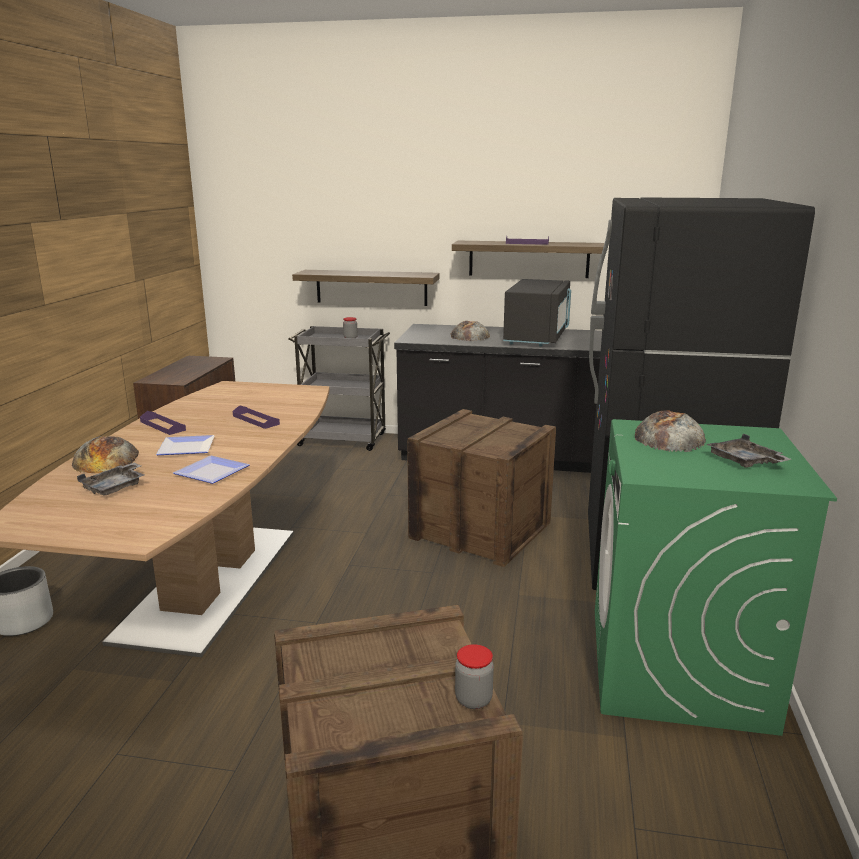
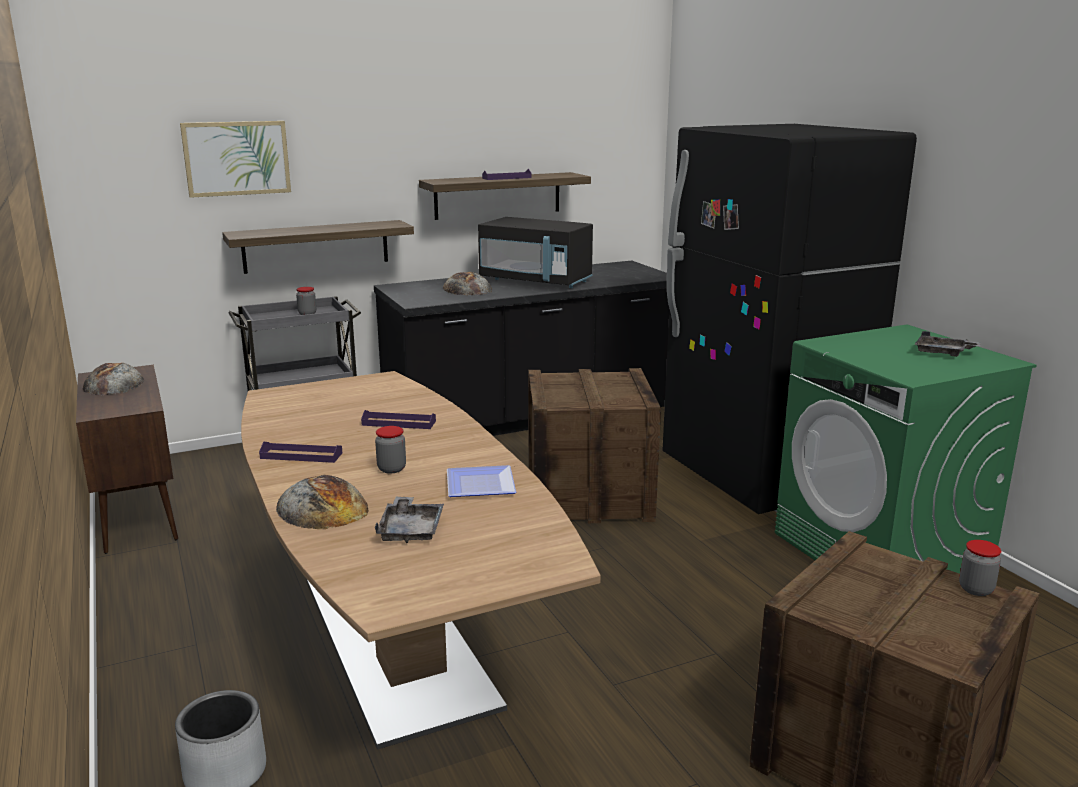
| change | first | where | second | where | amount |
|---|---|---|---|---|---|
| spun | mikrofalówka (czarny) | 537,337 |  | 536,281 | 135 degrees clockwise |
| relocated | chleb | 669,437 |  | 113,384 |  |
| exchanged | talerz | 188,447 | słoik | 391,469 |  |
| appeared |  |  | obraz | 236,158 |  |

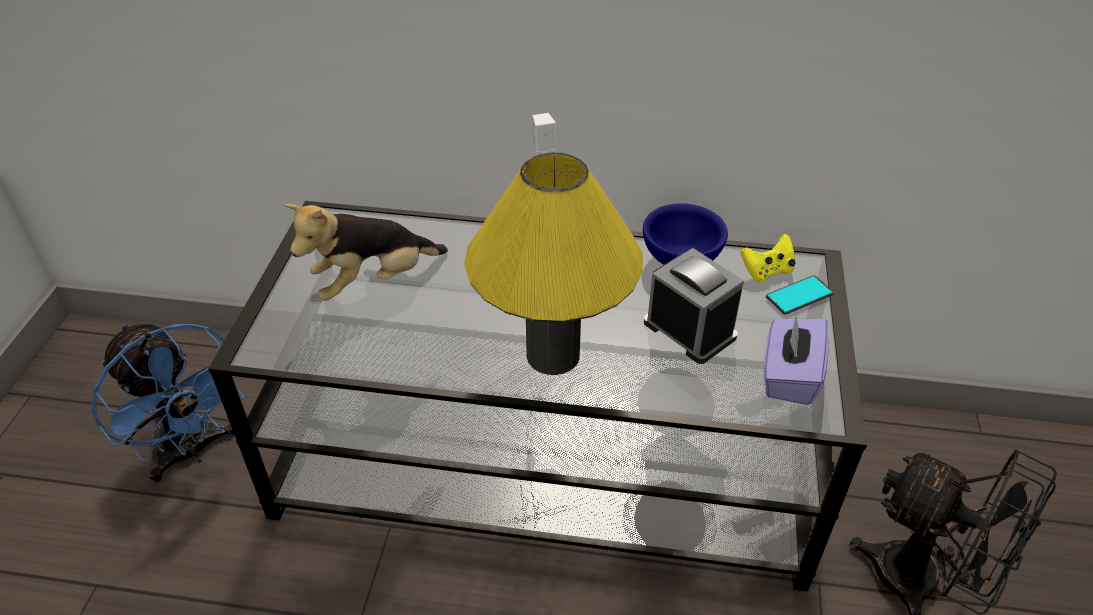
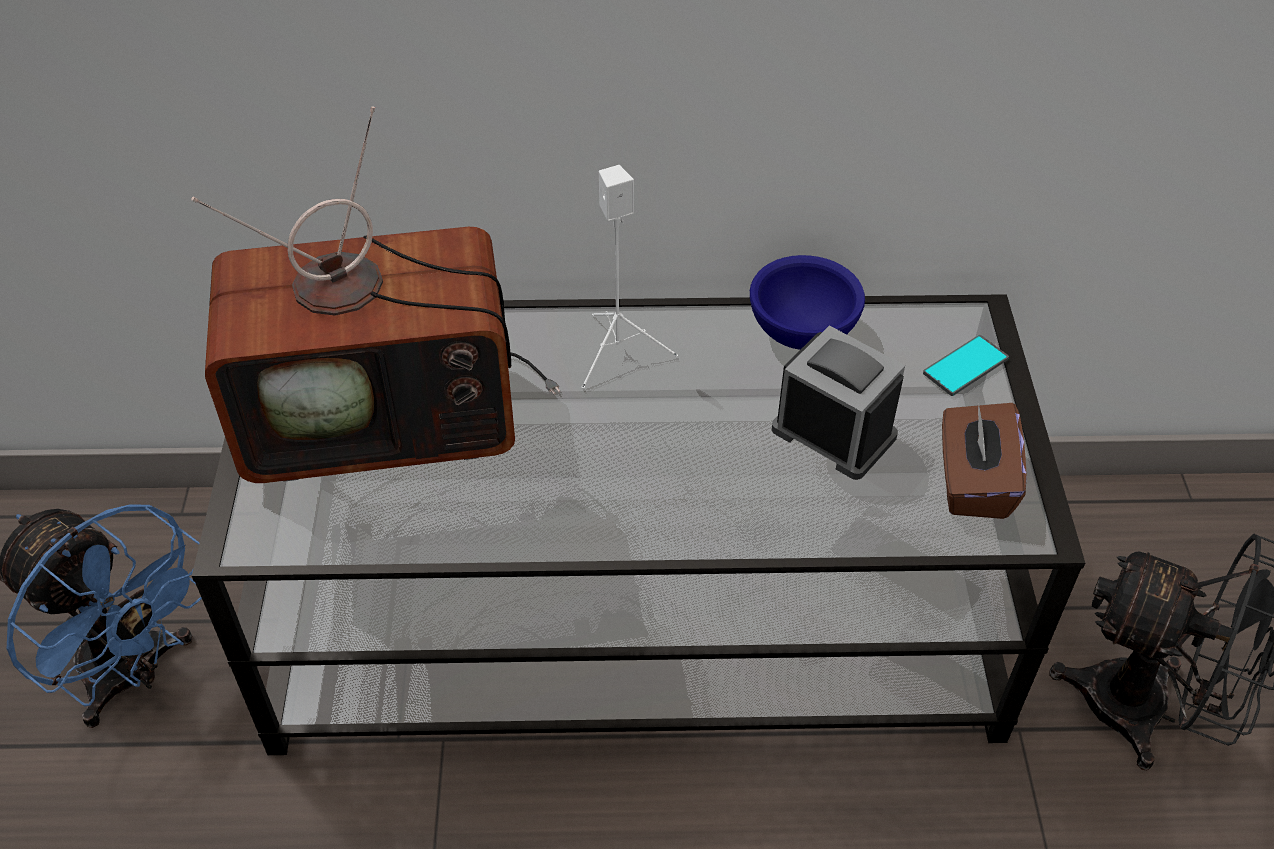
| change | first | where | second | where | amount |
|---|---|---|---|---|---|
| missing | lampa stołowa (żółty) | 553,355 |  |  |  |
| exchanged | pluszak | 373,281 | telewizor | 389,416 |  |
| missing | pad do gier (żółty) | 767,271 |  |  |  |
| colour | pudełko chusteczek (fioletowy) | 789,377 | pudełko chusteczek (brązowy) | 972,482 |  |

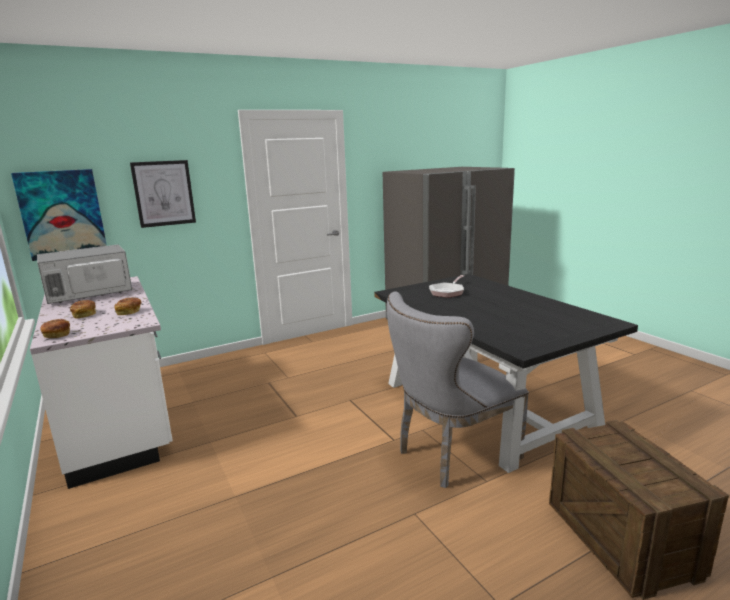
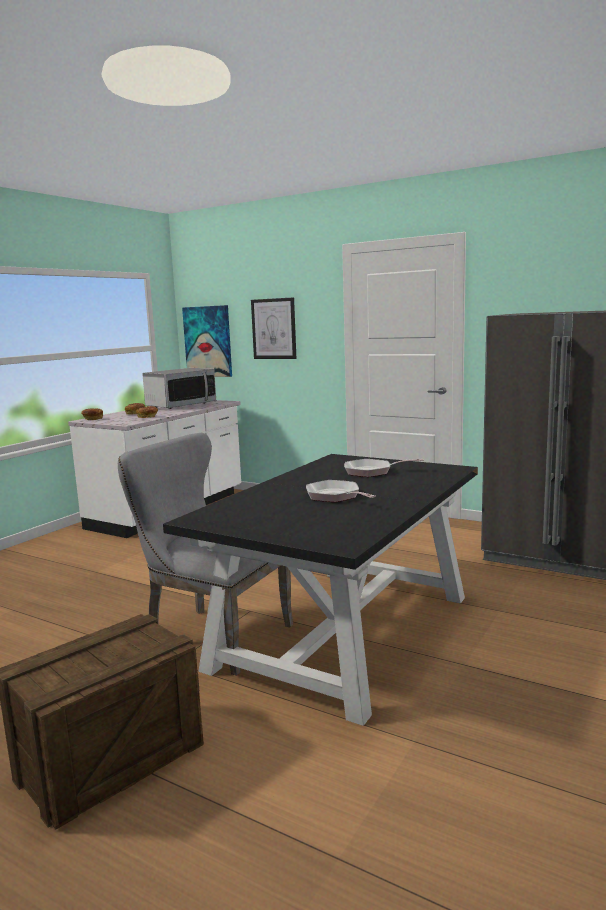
| change | first | where | second | where | amount |
|---|---|---|---|---|---|
| spun | mikrofalówka | 89,294 |  | 181,405 | 105 degrees clockwise |
| appeared |  |  | patelnia | 335,496 |  |

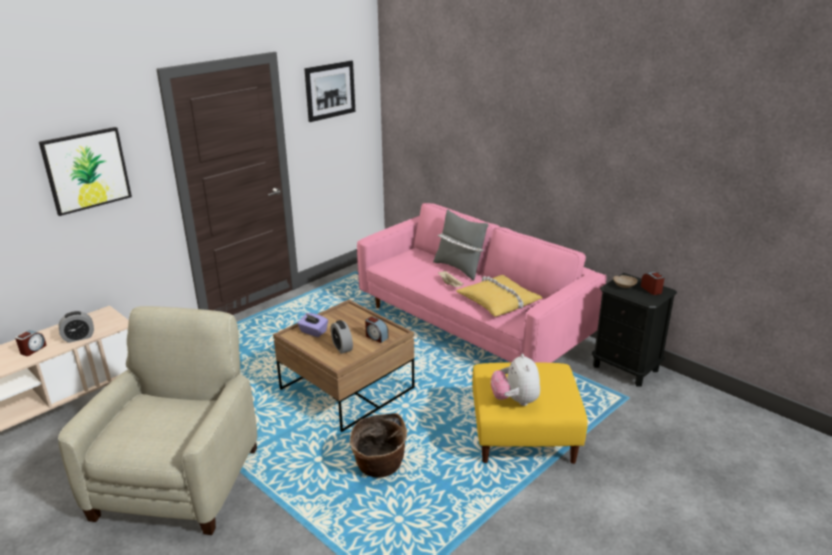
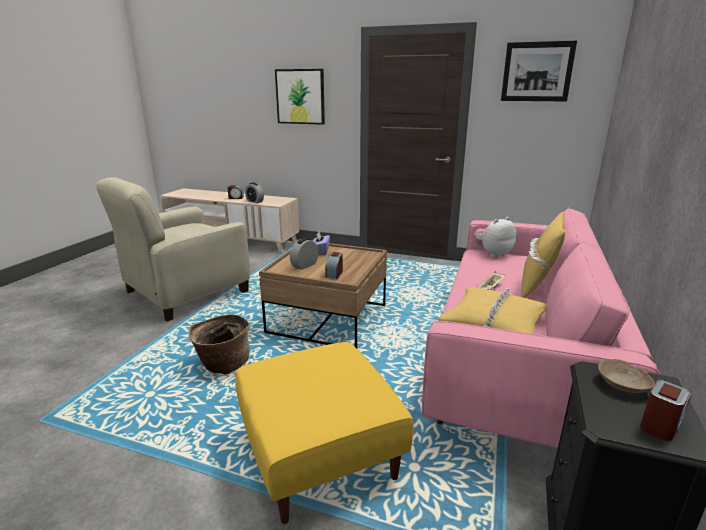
| change | first | where | second | where | amount |
|---|---|---|---|---|---|
| colour | poduszka (szary) | 459,268 | poduszka (żółty) | 537,286 |  |
| spun | fotel (beżowy) | 179,481 |  | 185,292 | 150 degrees clockwise |
| relocated | pluszak | 515,400 |  | 493,254 |  |

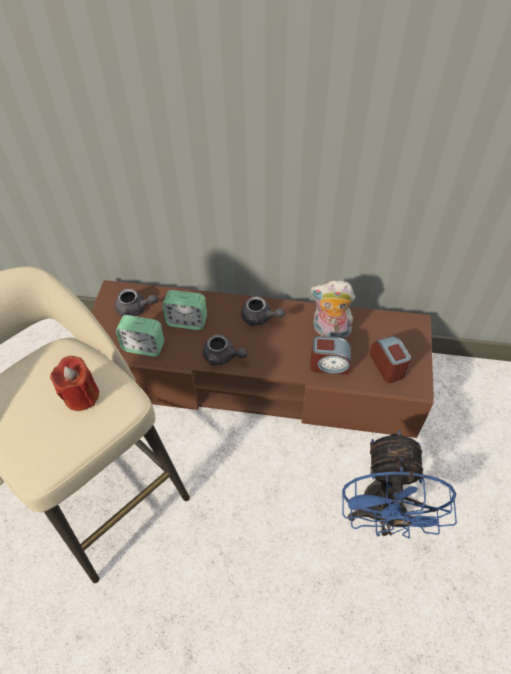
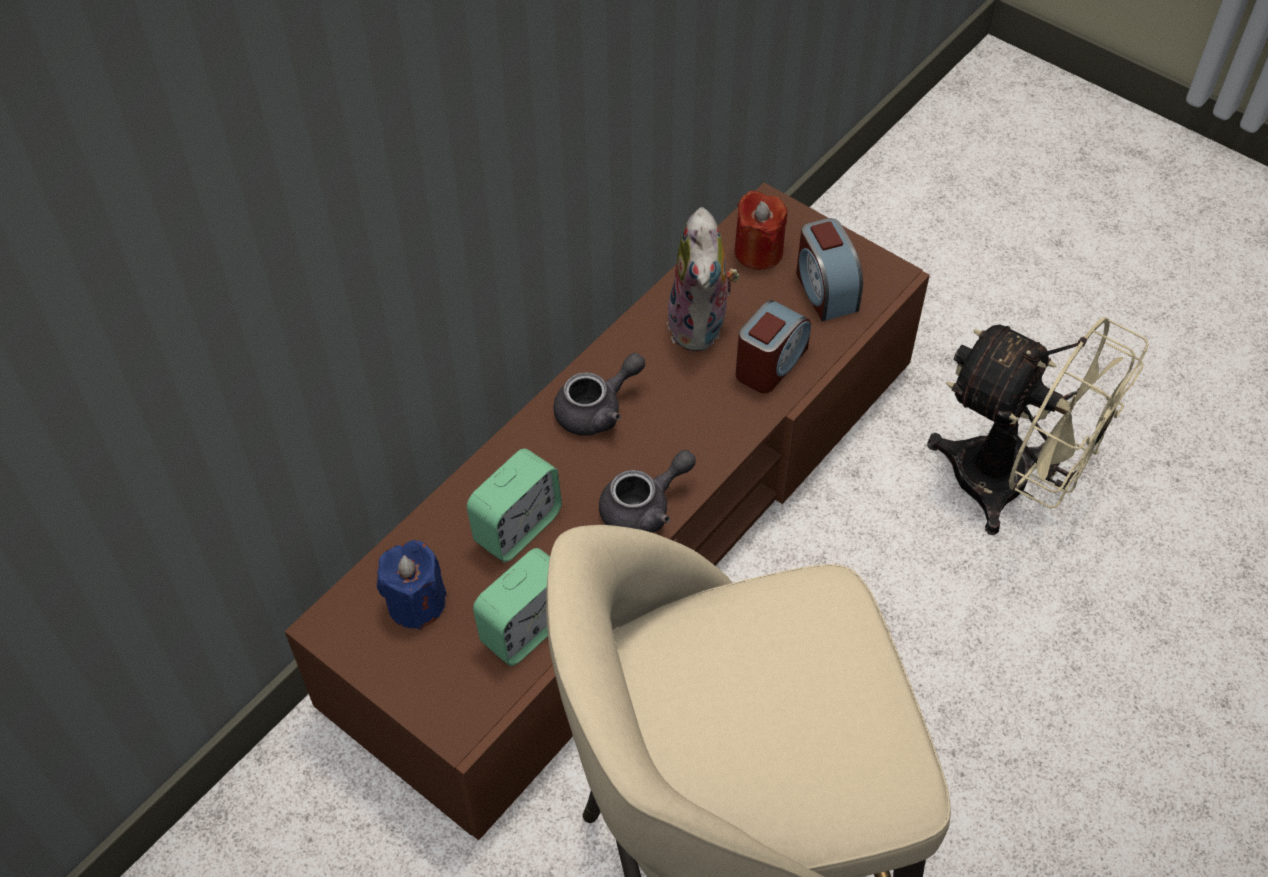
| change | first | where | second | where | amount |
|---|---|---|---|---|---|
| spun | pluszak | 330,331 |  | 701,326 | 45 degrees counterclockwise |
| exchanged | imbryk (szary) | 135,309 | świeca (niebieski) | 416,603 |  |
| spun | budzik | 387,366 |  | 825,290 | 120 degrees counterclockwise |
| relocated | świeca (czerwony) | 81,395 |  | 758,252 |  |
| colour | wentylator (niebieski) | 382,515 | wentylator (beżowy) | 1010,487 |  |

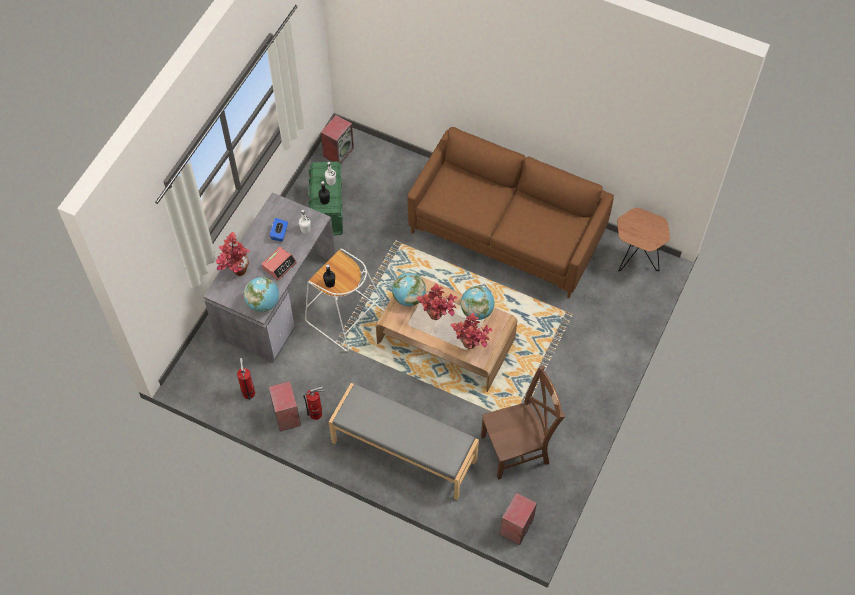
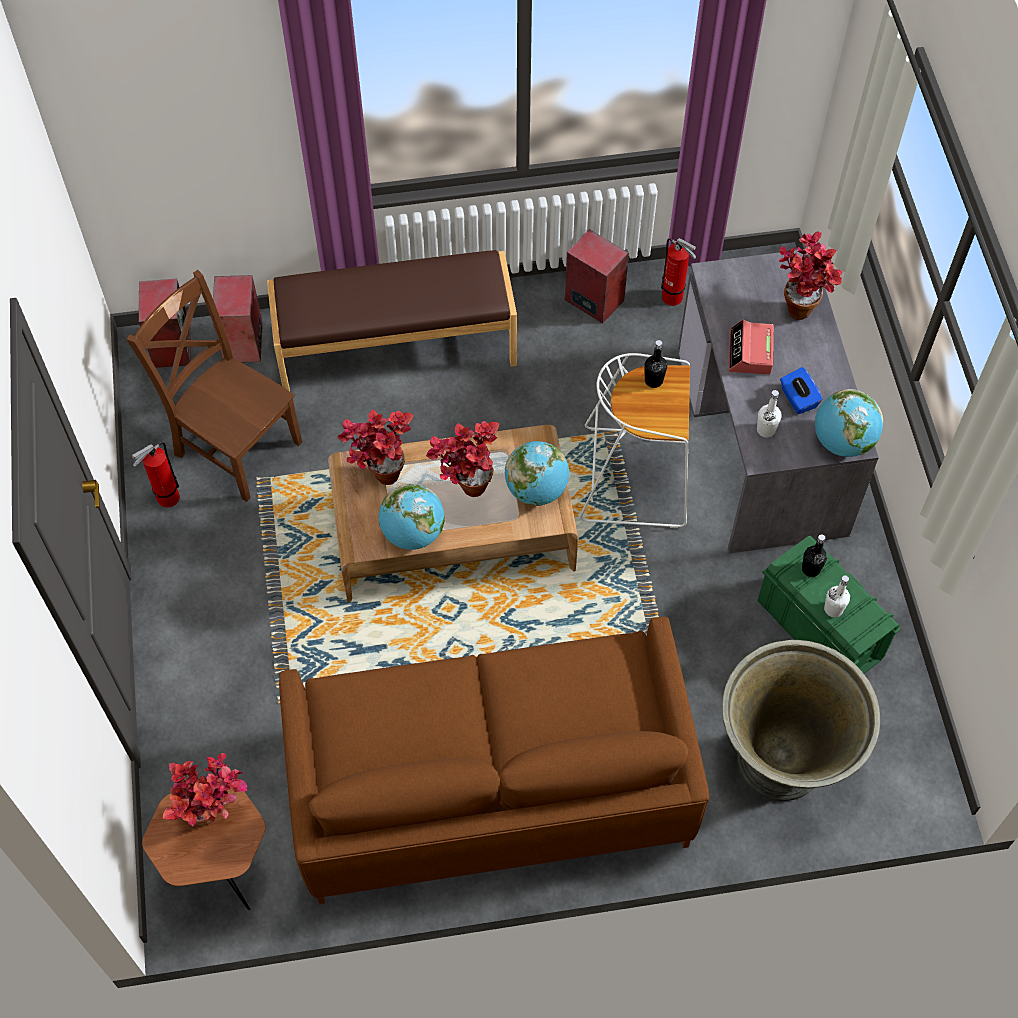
| change | first | where | second | where | amount |
|---|---|---|---|---|---|
| relocated | głośnik | 338,152 |  | 244,343 |  |
| relocated | globus | 263,303 |  | 842,442 |  |
| spun | krzesło (brązowy) | 518,448 |  | 235,444 | 90 degrees clockwise |
| colour | ławka (szary) | 403,452 | ławka (brązowy) | 396,348 |  |
| relocated | gaśnica | 317,413 |  | 165,499 |  |
| appeared |  |  | donica (szary) | 780,763 |  |
| appeared |  |  | roślina doniczkowa | 215,815 |  |

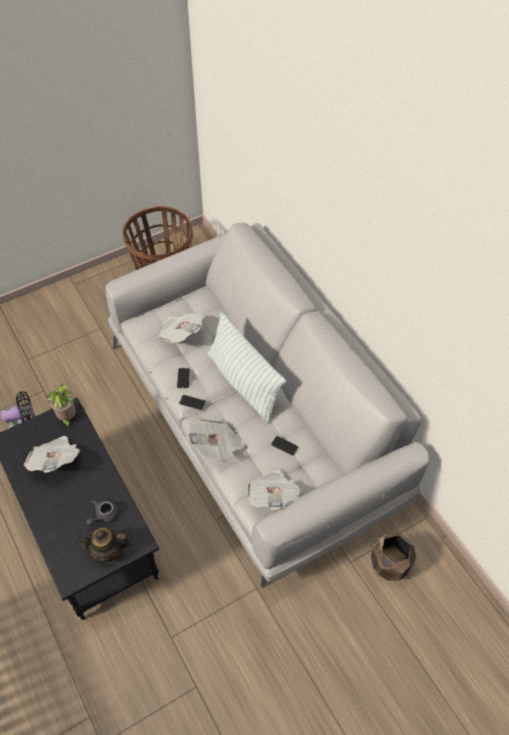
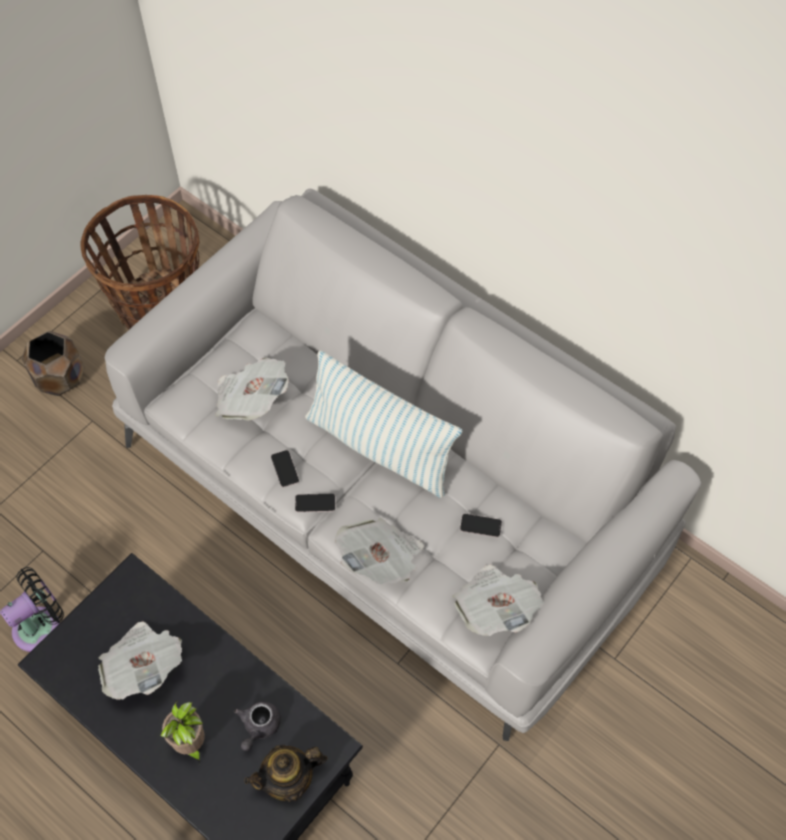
| change | first | where | second | where | amount |
|---|---|---|---|---|---|
| relocated | roślina doniczkowa | 67,418 |  | 190,744 |  |
| relocated | donica (brązowy) | 390,564 |  | 60,378 |  |

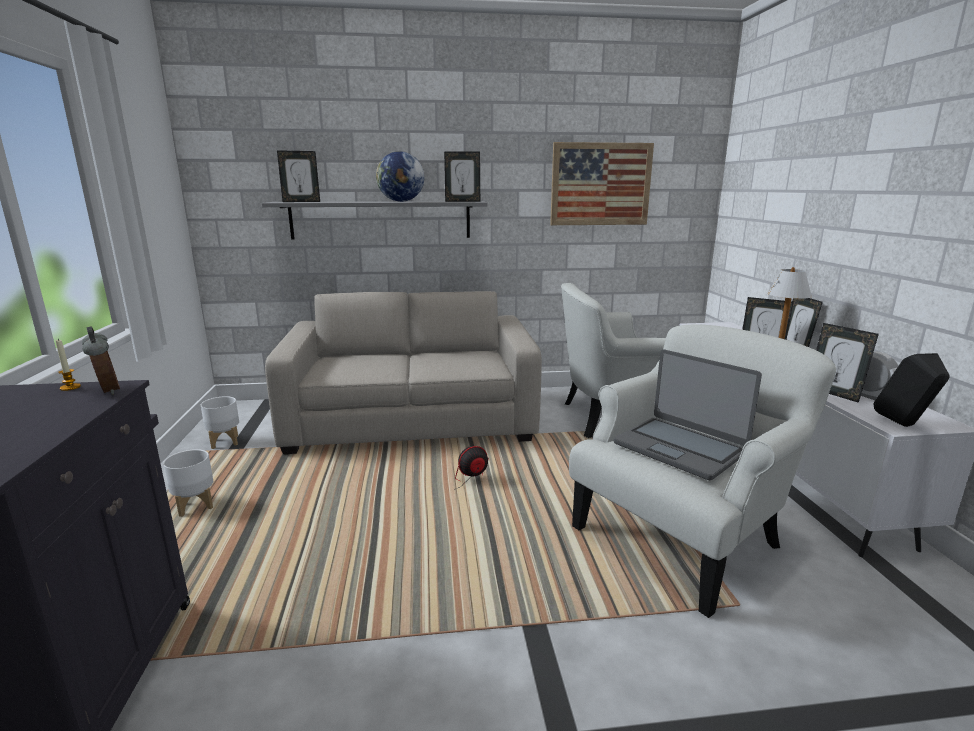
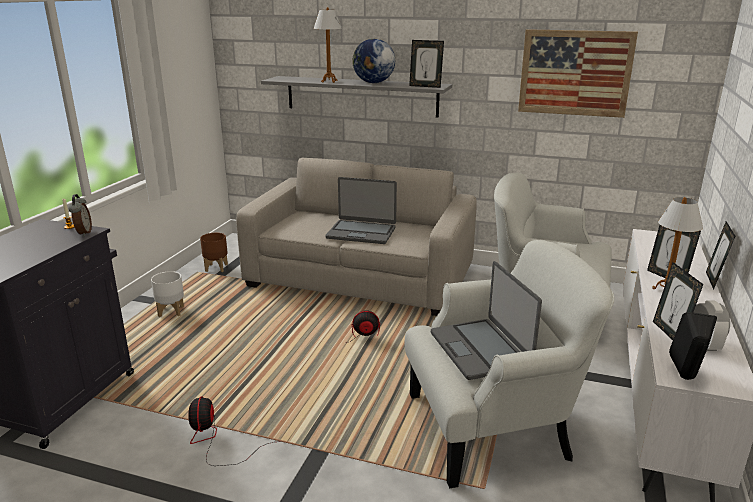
| change | first | where | second | where | amount |
|---|---|---|---|---|---|
| missing | ramka na zdjęcie | 301,201 |  |  |  |
| colour | donica (biały) | 225,442 | donica (brązowy) | 216,268 |  |
| appeared |  |  | lampa stołowa | 329,81 |  |
| appeared |  |  | laptop | 361,232 |  |
| appeared |  |  | wentylator | 215,440 |  |

